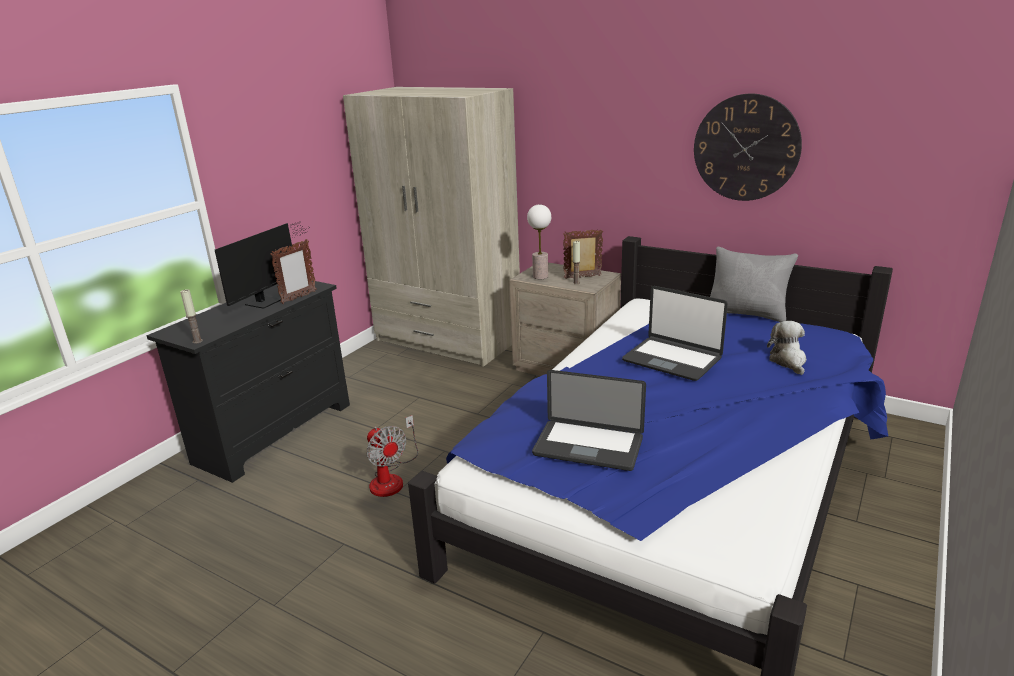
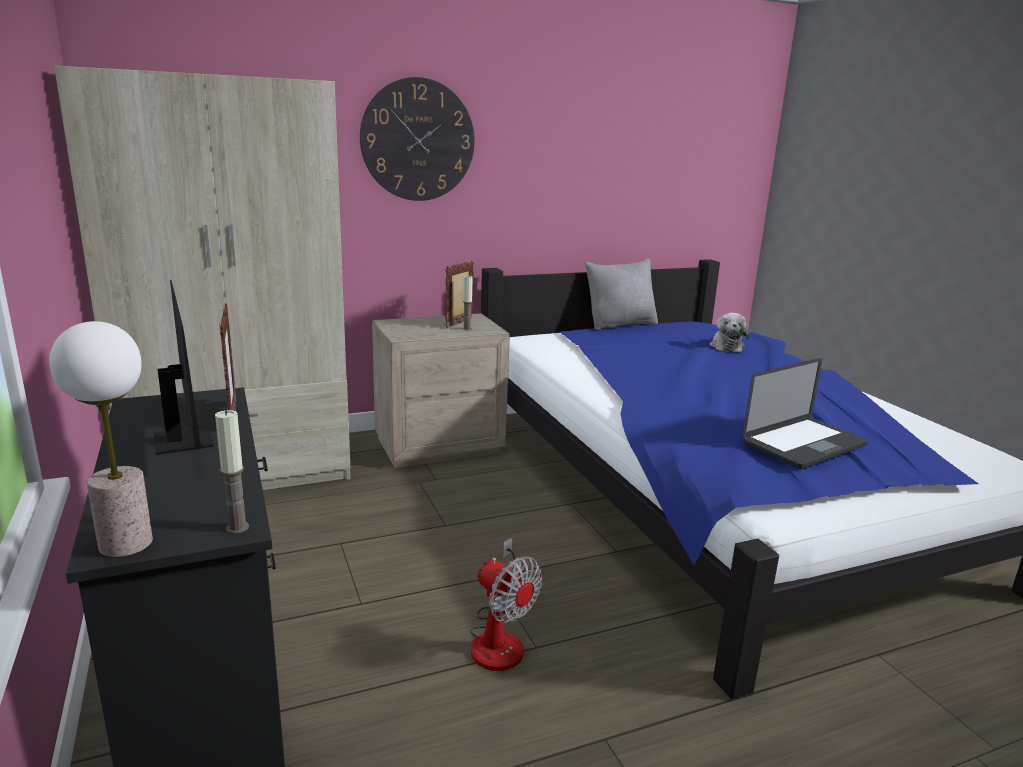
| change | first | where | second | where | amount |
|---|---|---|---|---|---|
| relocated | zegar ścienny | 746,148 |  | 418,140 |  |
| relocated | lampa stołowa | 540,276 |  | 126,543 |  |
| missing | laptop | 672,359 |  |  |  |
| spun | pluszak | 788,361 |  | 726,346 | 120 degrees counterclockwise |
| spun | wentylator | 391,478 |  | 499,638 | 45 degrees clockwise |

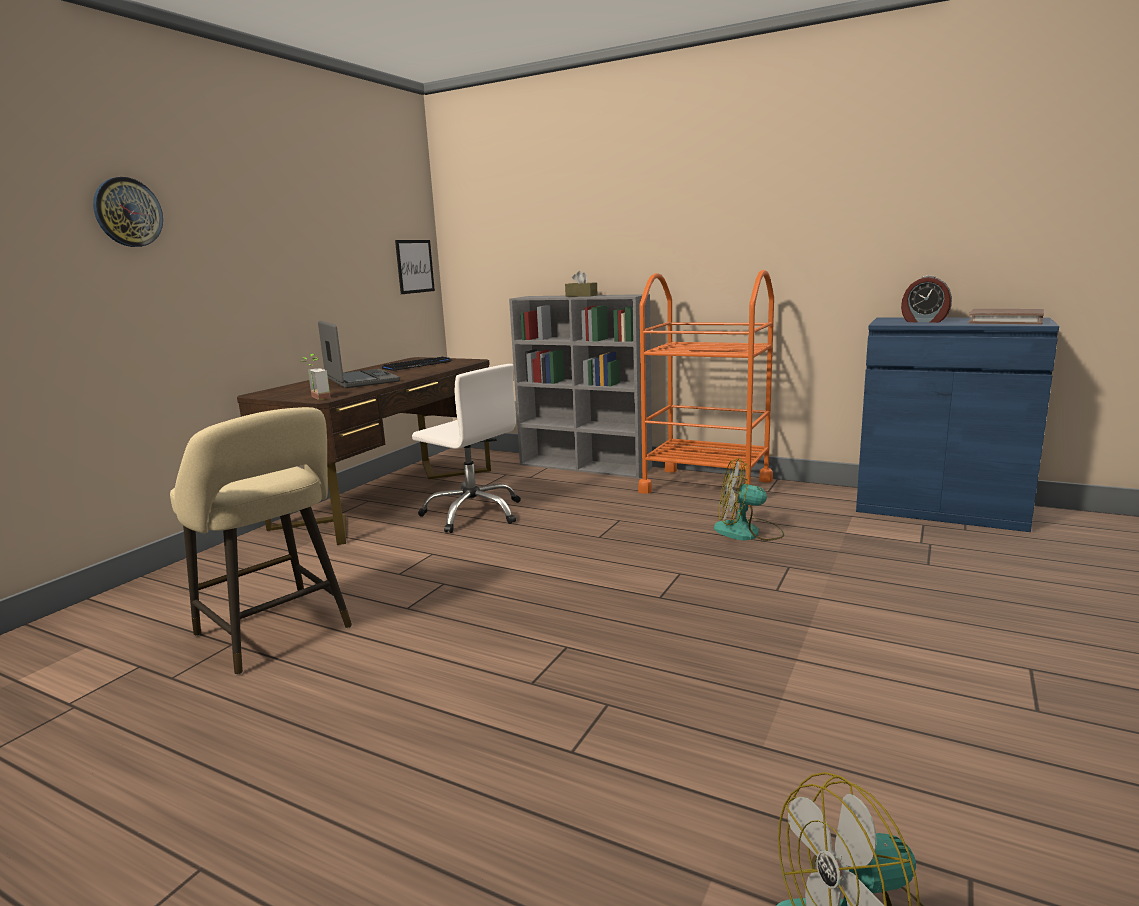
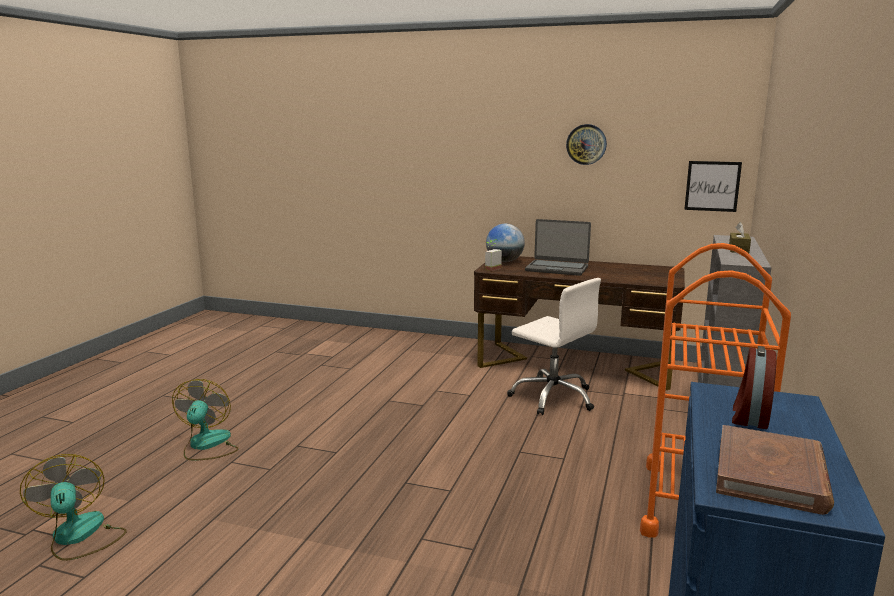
| change | first | where | second | where | amount |
|---|---|---|---|---|---|
| relocated | zegar ścienny | 128,212 |  | 586,144 |  |
| spun | laptop | 361,380 |  | 557,268 | 60 degrees clockwise |
| missing | klawiatura | 418,365 |  |  |  |
| spun | krzesło biurowe (biały) | 473,513 |  | 553,397 | 75 degrees counterclockwise |
| missing | stołek (beżowy) | 277,634 |  |  |  |
| relocated | wentylator | 748,532 |  | 207,445 |  |
| appeared |  |  | globus | 504,261 |  |

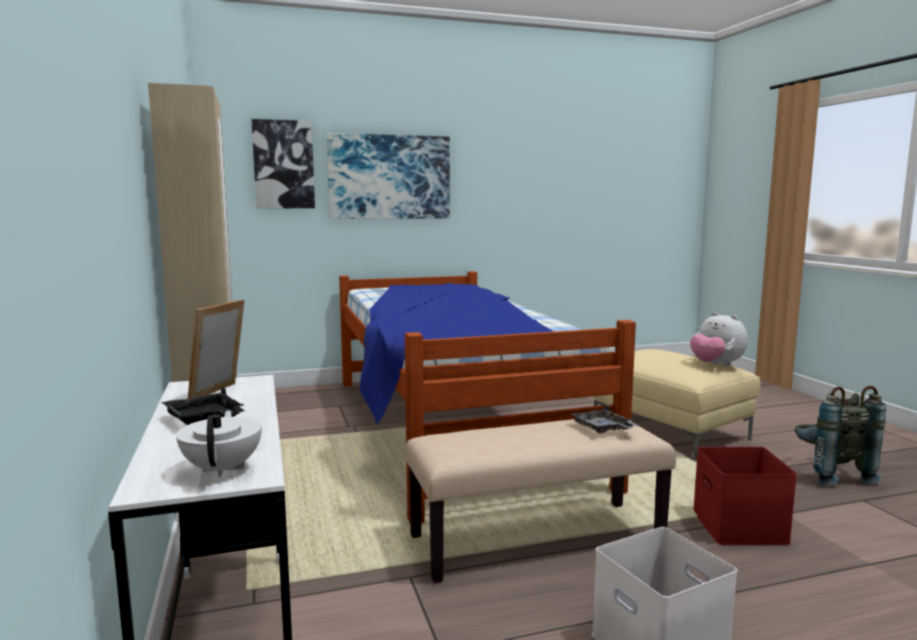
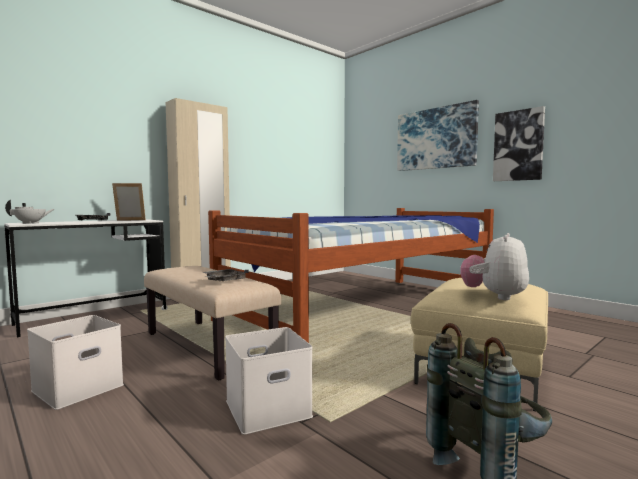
| change | first | where | second | where | amount |
|---|---|---|---|---|---|
| relocated | obraz | 283,164 |  | 518,145 |  |
| colour | pojemnik do przechowywania (czerwony) | 741,527 | pojemnik do przechowywania (biały) | 267,410 |  |

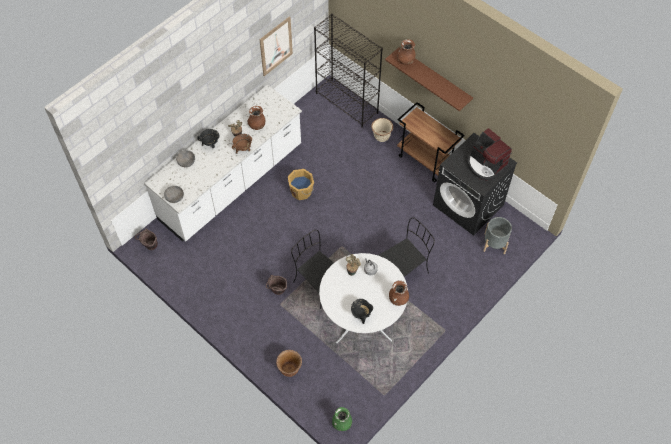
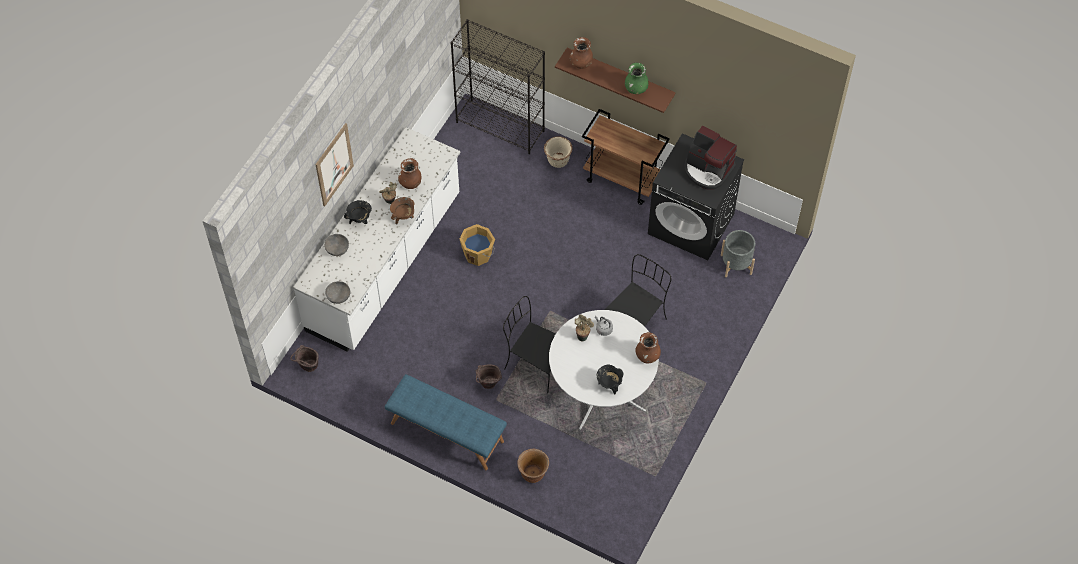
| change | first | where | second | where | amount |
|---|---|---|---|---|---|
| relocated | obraz | 276,46 |  | 334,164 |  |
| relocated | wazon (zielony) | 342,423 |  | 636,88 |  |
| appeared |  |  | ławka (niebieski) | 446,433 |  |

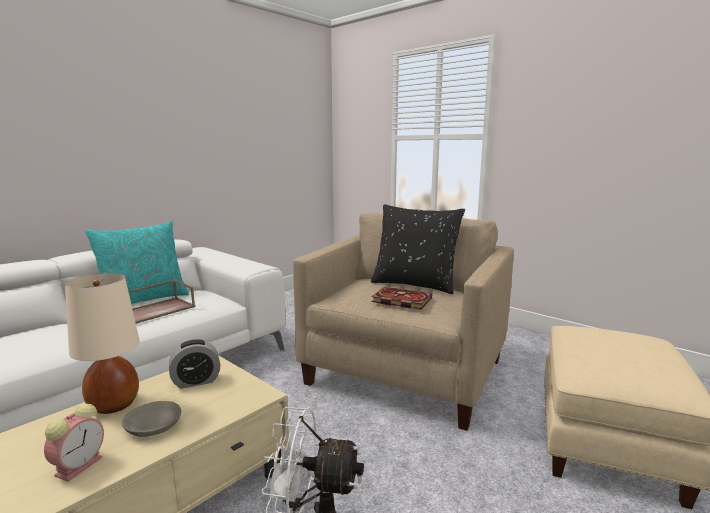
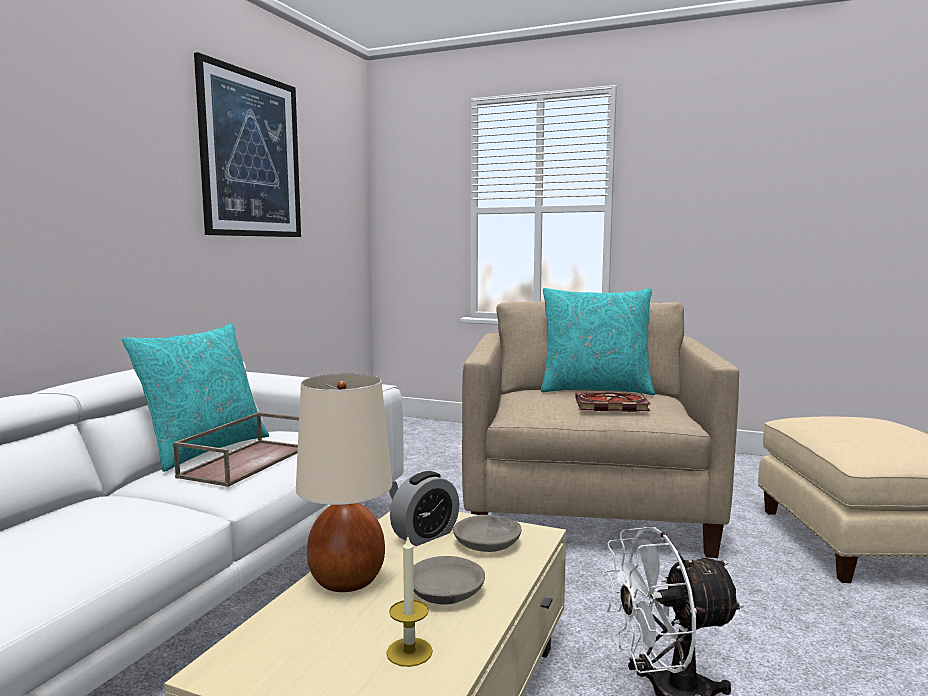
| change | first | where | second | where | amount |
|---|---|---|---|---|---|
| colour | poduszka (czarny) | 415,284 | poduszka (turkusowy) | 595,390 |  |
| exchanged | budzik | 80,465 | świeca | 409,652 |  |
| appeared |  |  | obraz | 251,155 |  |
| appeared |  |  | miska (szary) | 488,543 |  |

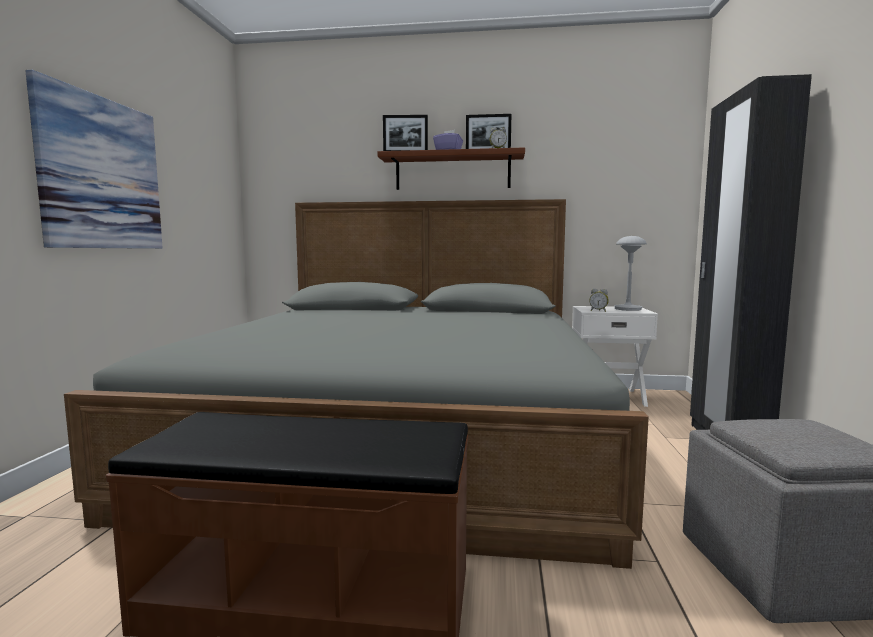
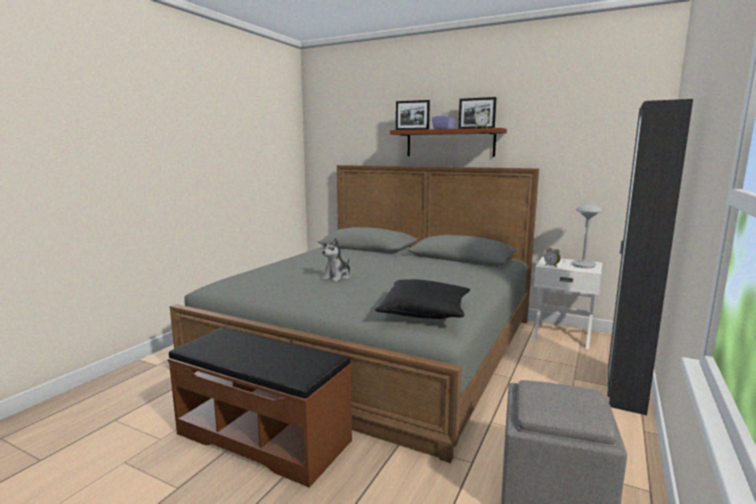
| change | first | where | second | where | amount |
|---|---|---|---|---|---|
| missing | obraz | 102,173 |  |  |  |
| appeared |  |  | pluszak | 337,277 |  |
| appeared |  |  | poduszka (czarny) | 425,312 |  |

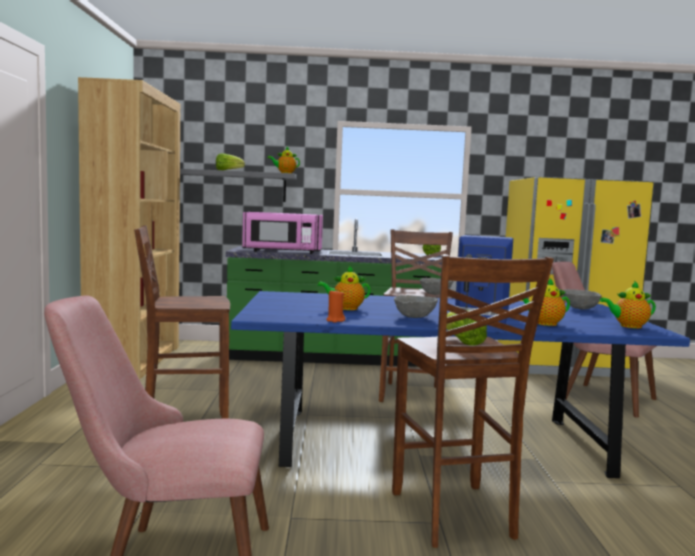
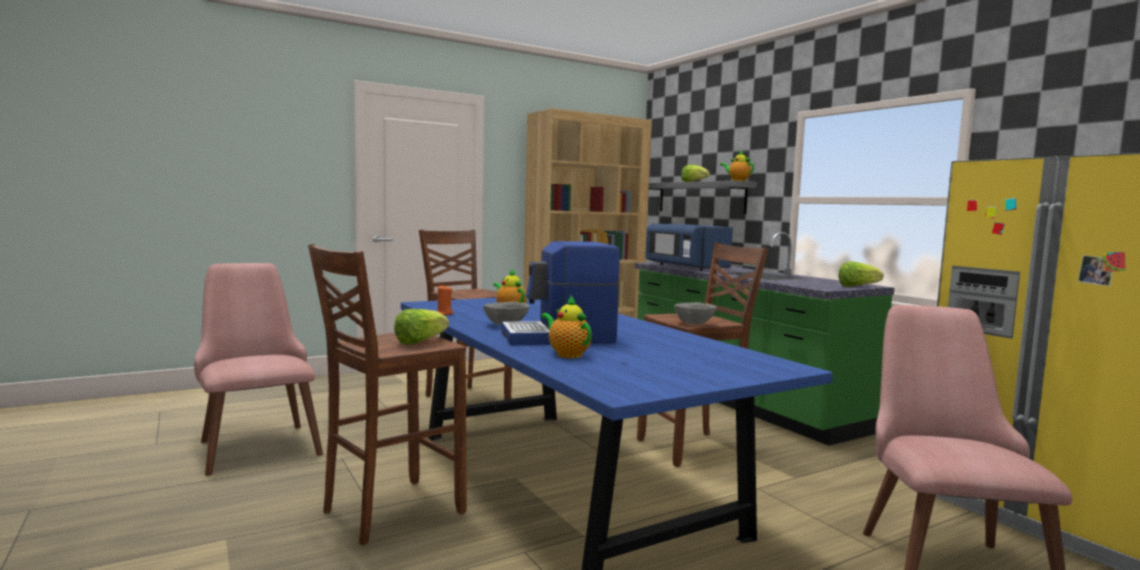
| change | first | where | second | where | amount |
|---|---|---|---|---|---|
| colour | mikrofalówka (różowy) | 282,252 | mikrofalówka (niebieski) | 684,267 |  |
| missing | imbryk | 628,326 |  |  |  |
| missing | miska (szary) | 580,308 |  |  |  |

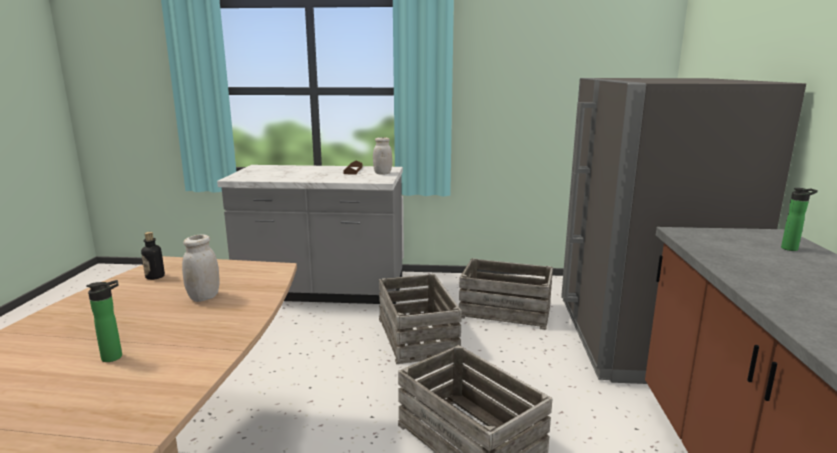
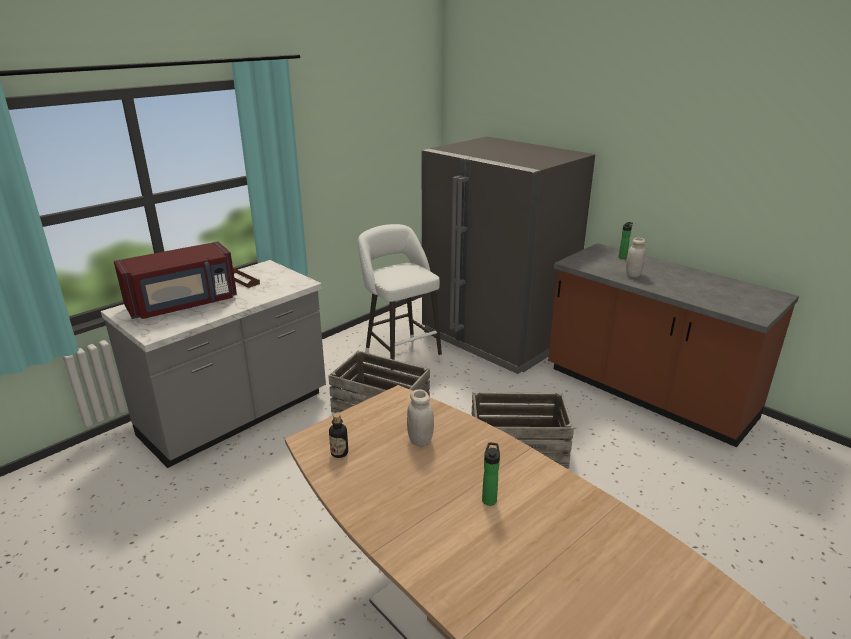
| change | first | where | second | where | amount |
|---|---|---|---|---|---|
| relocated | słoik (biały) | 382,173 |  | 633,275 |  |
| exchanged | skrzynka | 505,311 | stołek (biały) | 400,357 |  |
| appeared |  |  | mikrofalówka (czerwony) | 183,304 |  |

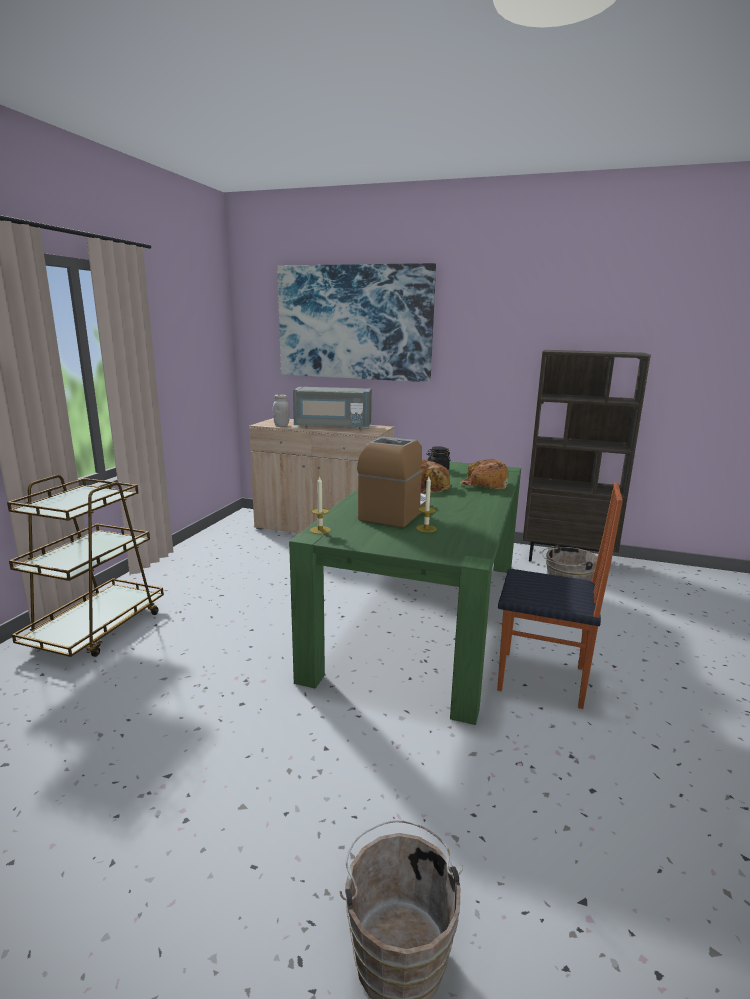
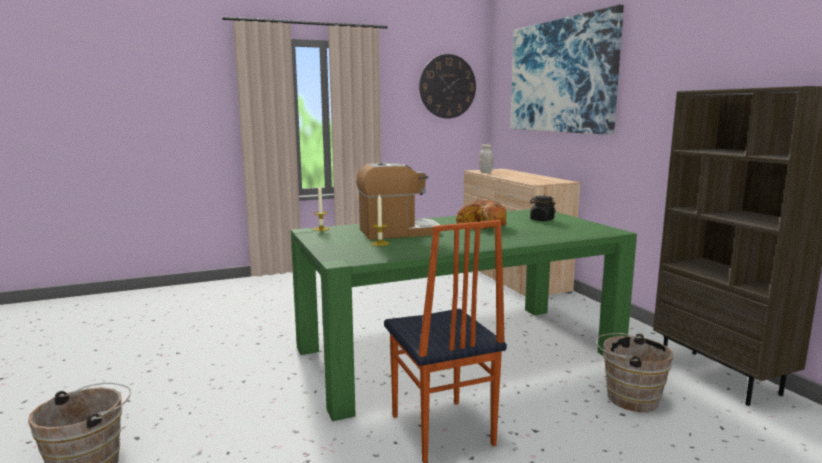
| change | first | where | second | where | amount |
|---|---|---|---|---|---|
| missing | mikrofalówka (szary) | 332,426 |  |  |  |
| missing | chleb | 483,484 |  |  |  |
| missing | wózek (brązowy) | 97,629 |  |  |  |
| appeared |  |  | zegar ścienny | 447,86 |  |

